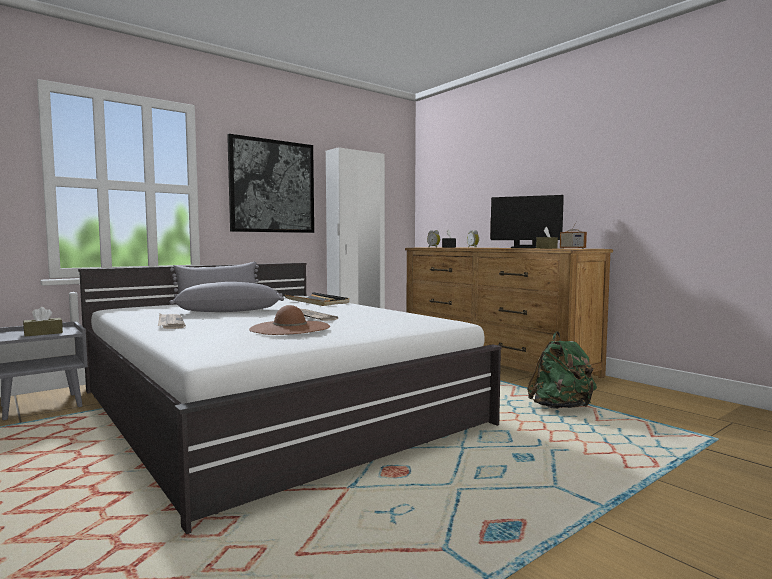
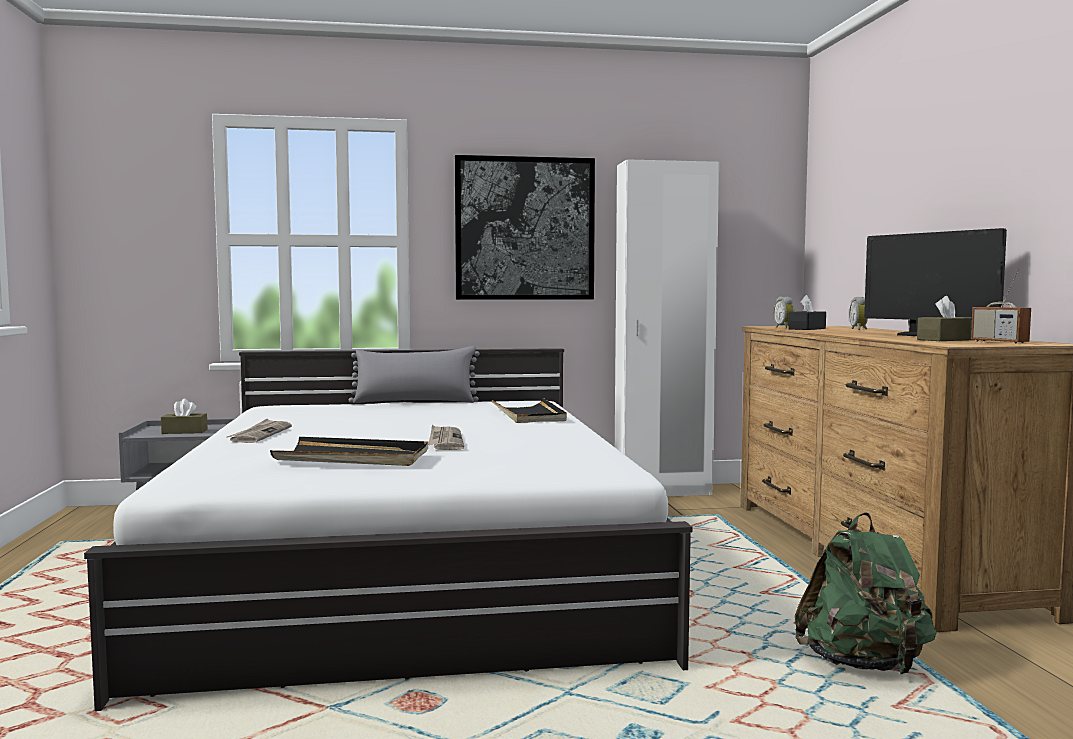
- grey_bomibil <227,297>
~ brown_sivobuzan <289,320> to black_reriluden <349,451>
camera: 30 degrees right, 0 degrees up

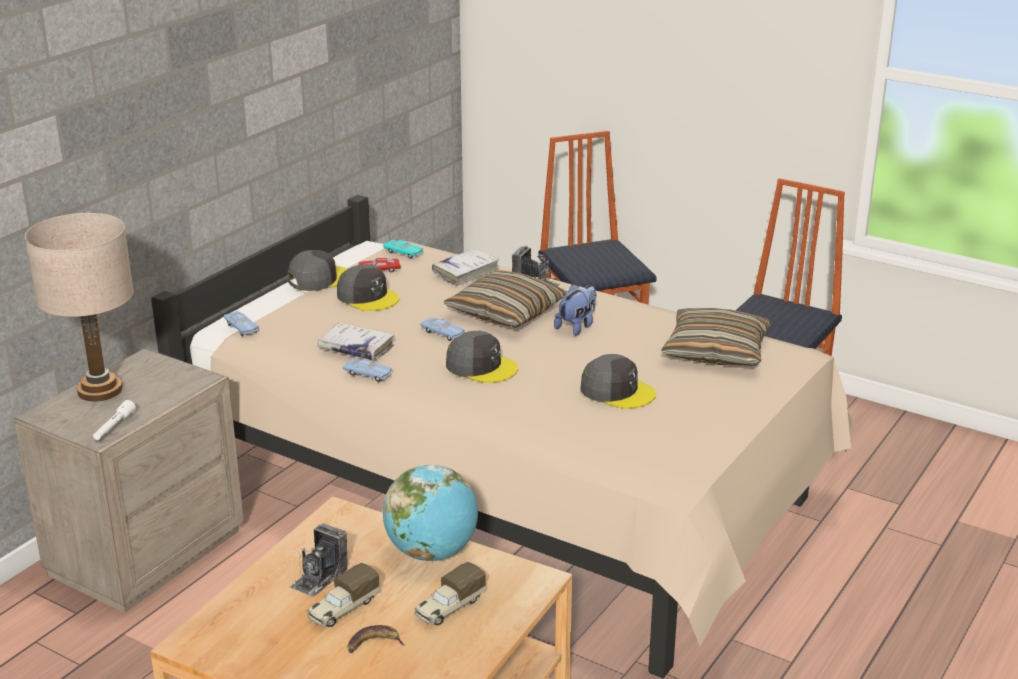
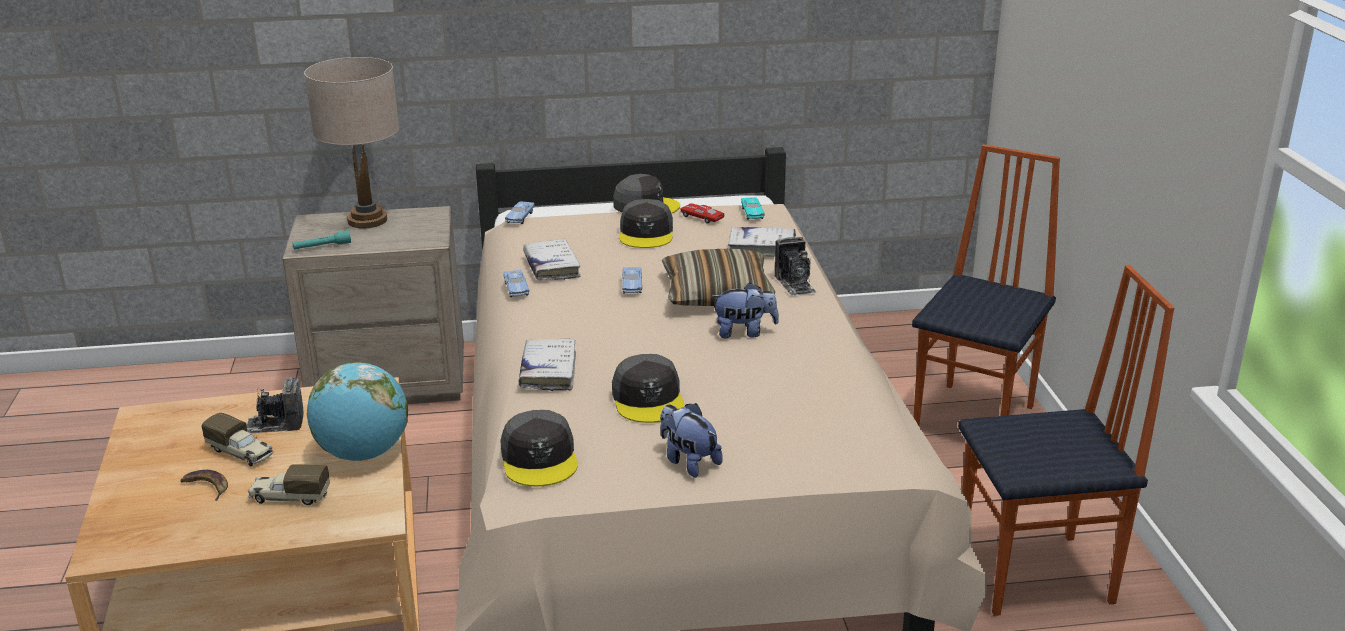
- bomibil <715,337>
~ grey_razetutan <482,357> to <539,448>
~ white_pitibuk <114,420> to turquoise_pitibuk <322,239>
~ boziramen <343,595> = <238,439> 150 degrees counterclockwise
+ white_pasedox <547,365>
+ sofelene <691,440>
camera: 50 degrees right, 0 degrees up

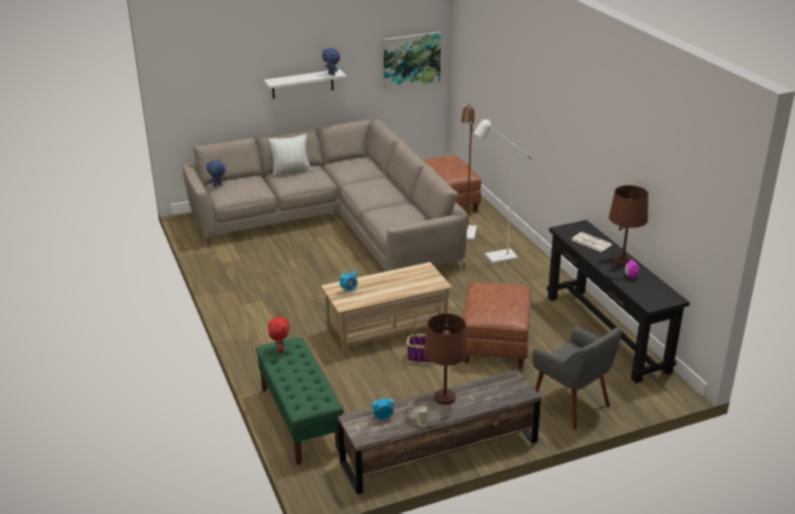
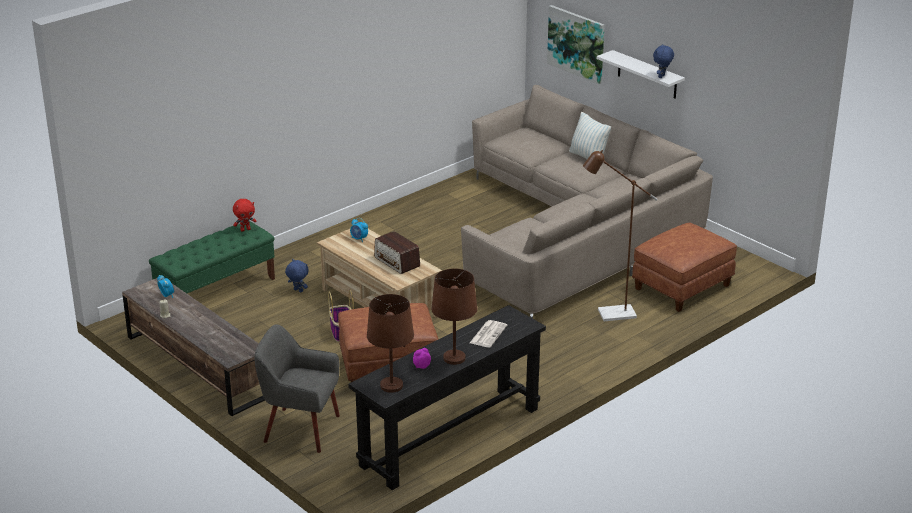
~ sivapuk <412,61> to <576,44>
- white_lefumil <503,191>
~ blue_sofelene <216,173> to <297,275>
~ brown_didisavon <446,359> to <390,343>
~ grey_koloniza <576,377> = <297,388> 75 degrees clockwise
+ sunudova <397,252>
camera: 70 degrees right, 0 degrees up

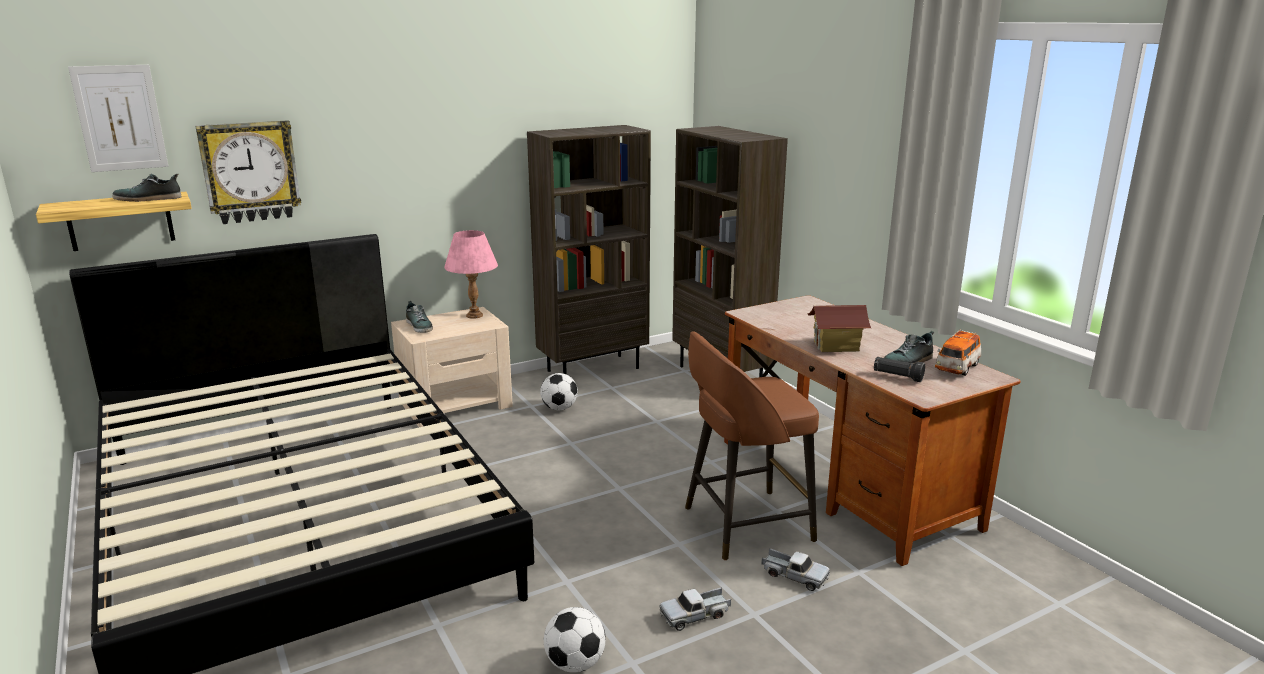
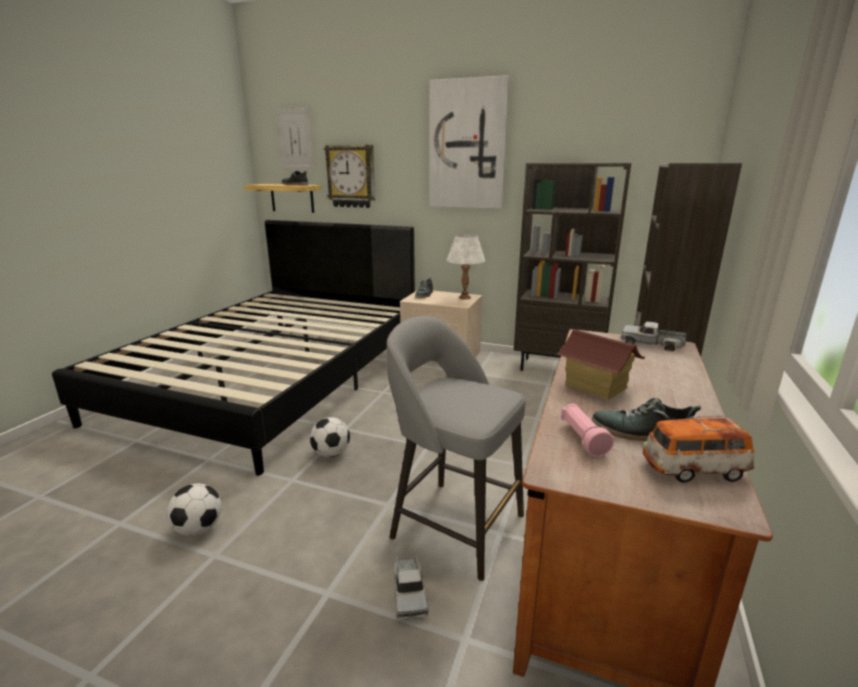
~ pink_didisavon <471,274> to white_didisavon <465,267>
~ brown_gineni <752,445> to grey_gineni <456,448>
~ black_pitibuk <899,369> to pink_pitibuk <587,430>
~ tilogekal <559,391> to <330,437>
~ boziramen <695,609> to <653,336>
+ sivapuk <469,142>
camera: 50 degrees right, 0 degrees up

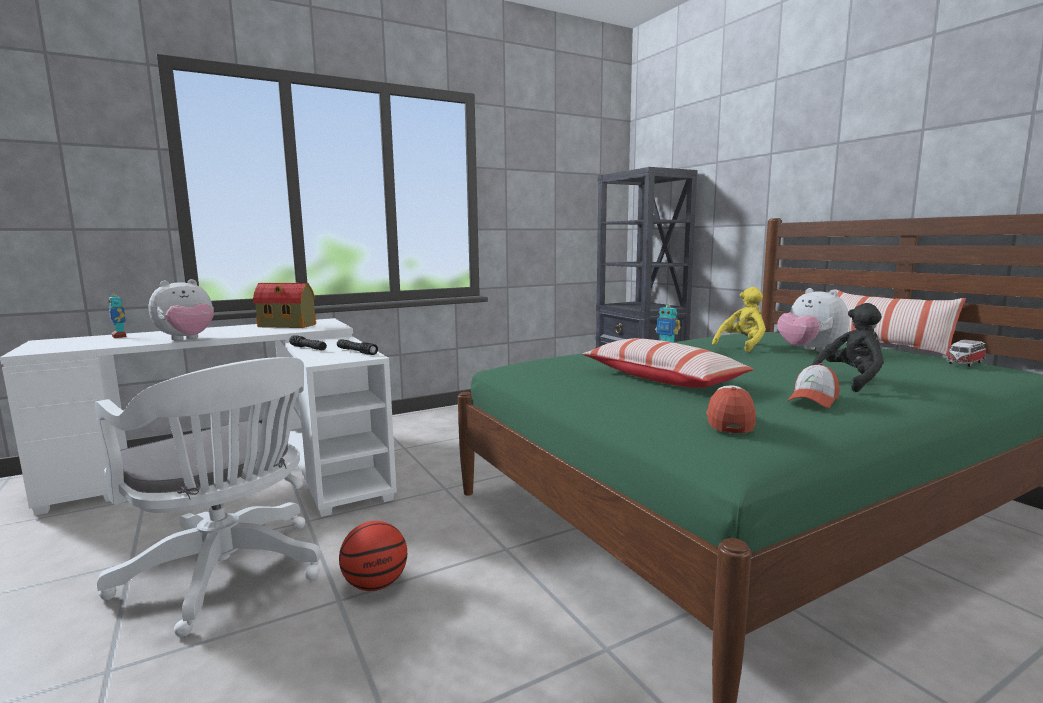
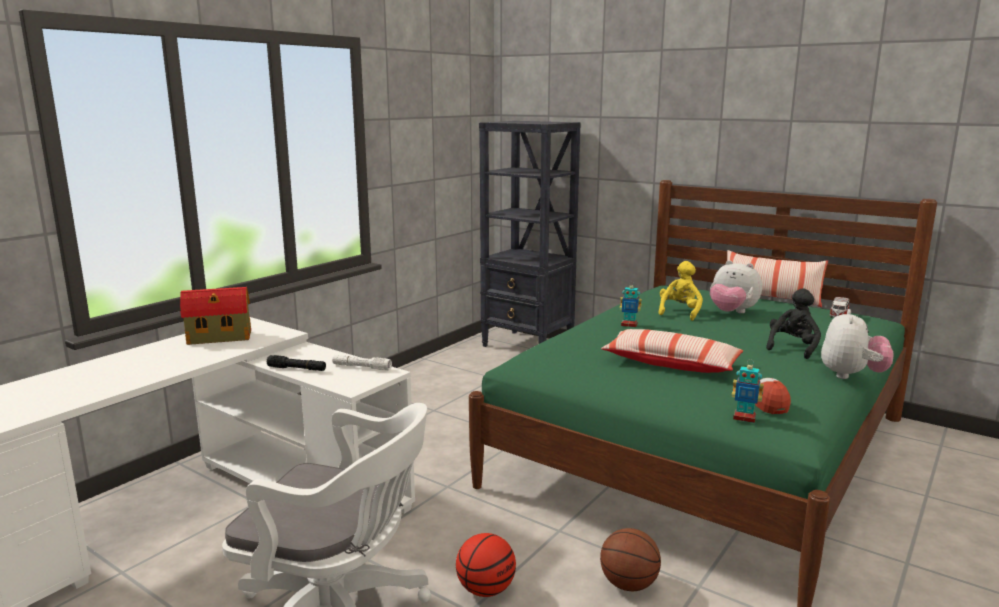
~ sofelene <181,309> to <857,344>
~ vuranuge <117,313> to <748,391>
~ black_pitibuk <357,347> to white_pitibuk <362,362>
- razetutan <813,385>
+ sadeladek <630,559>
camera: 25 degrees left, 5 degrees up

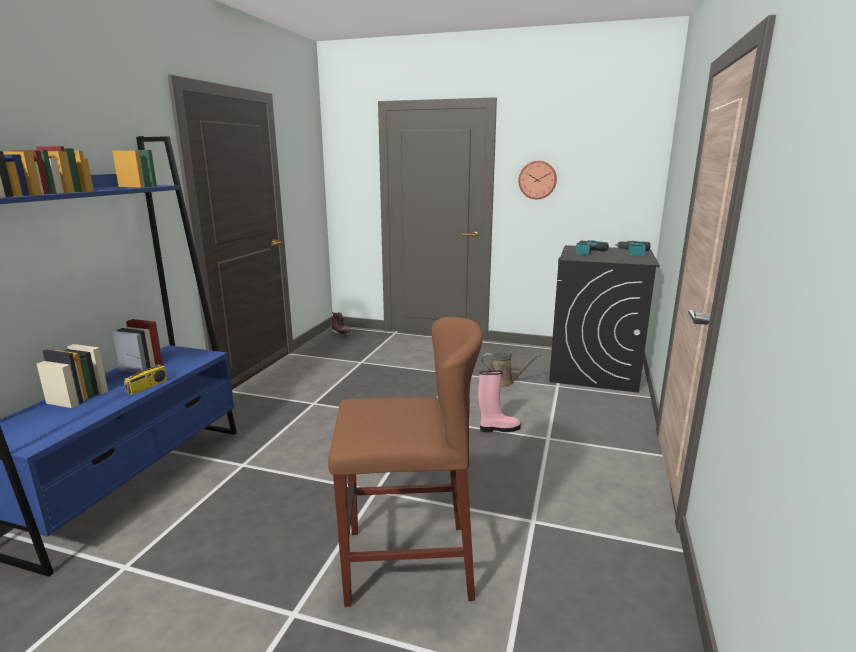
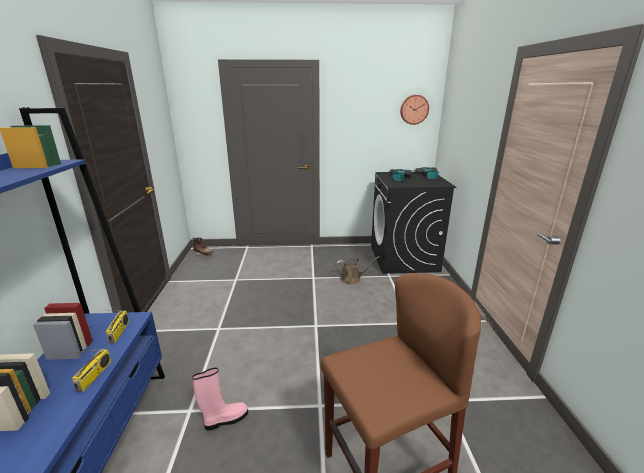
~ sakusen <538,180> to <414,110>
~ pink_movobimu <499,401> to <220,399>
+ sunudova <117,326>
camera: 20 degrees left, 5 degrees up

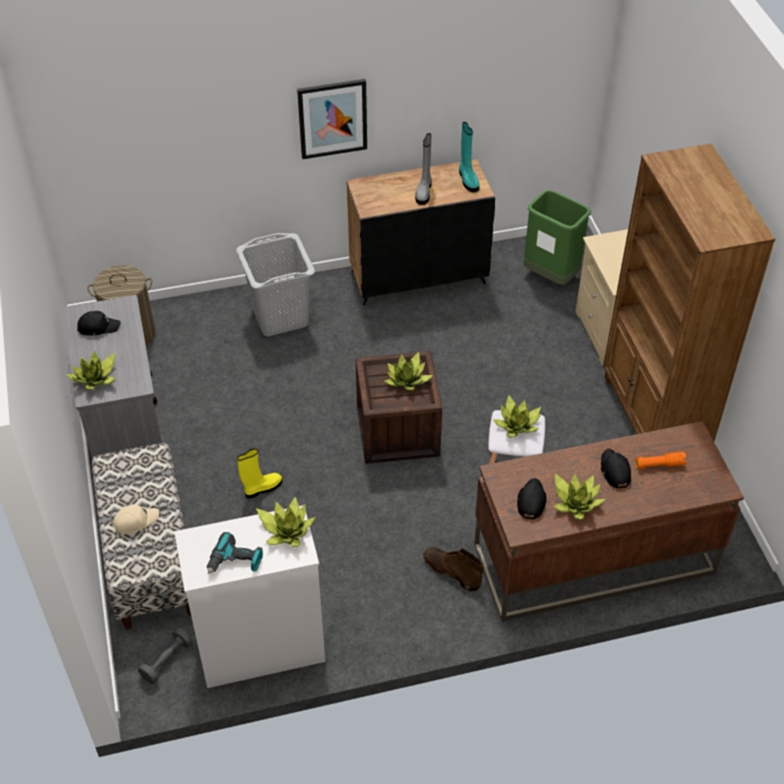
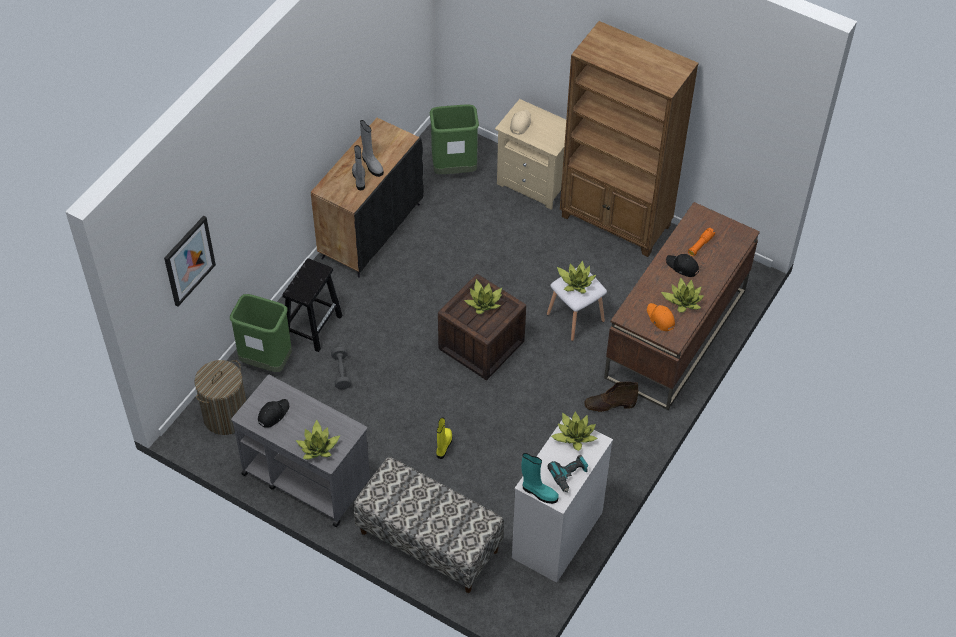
~ sivapuk <332,119> to <190,261>
~ turquoise_movobimu <469,157> to <540,478>
~ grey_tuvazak <275,284> to black_gineni <312,305>
~ black_razetutan <532,499> to orange_razetutan <661,317>
~ beige_razetutan <136,519> to <520,122>
~ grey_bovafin <165,656> to <341,368>
+ grey_movobimu <358,167>
+ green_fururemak <261,333>
camera: 45 degrees left, 5 degrees up

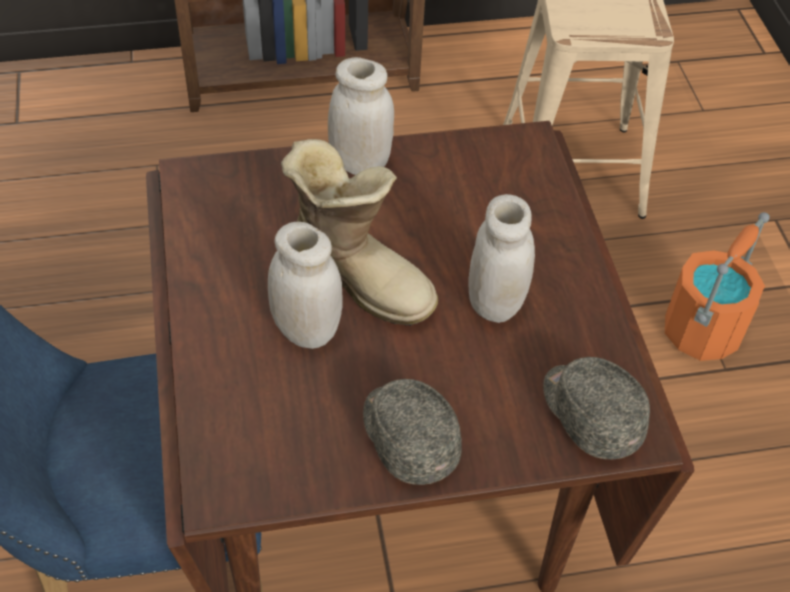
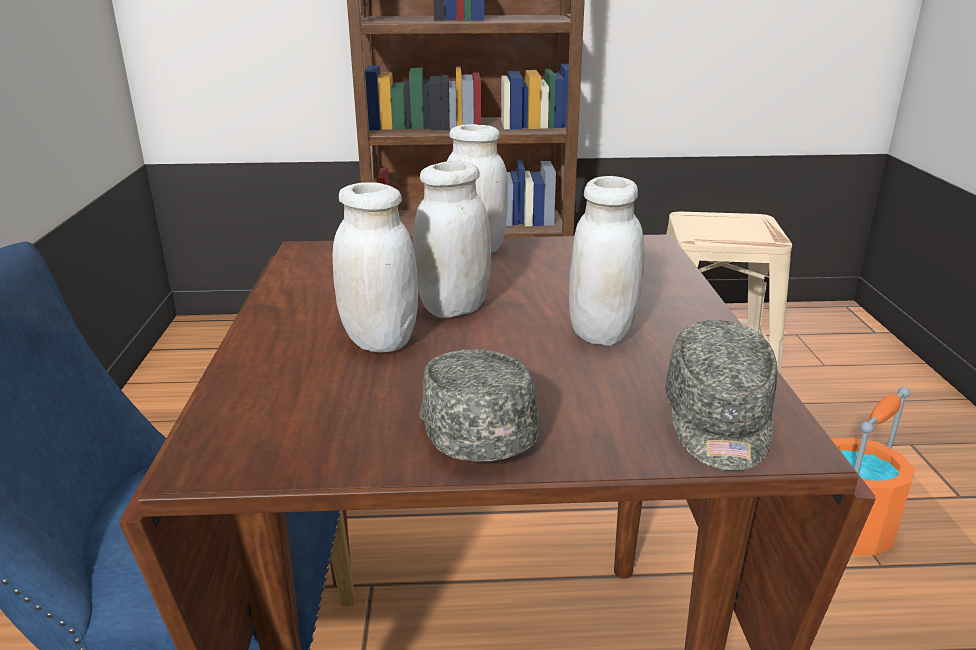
~ movobimu <359,232> to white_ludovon <452,239>
~ grey_razetutan <596,408> = <721,395> 150 degrees counterclockwise
camera: 10 degrees right, 25 degrees down

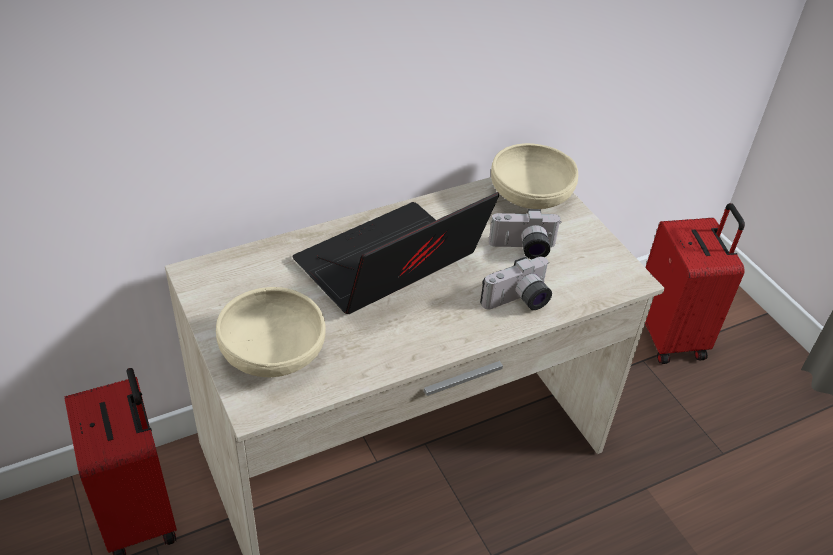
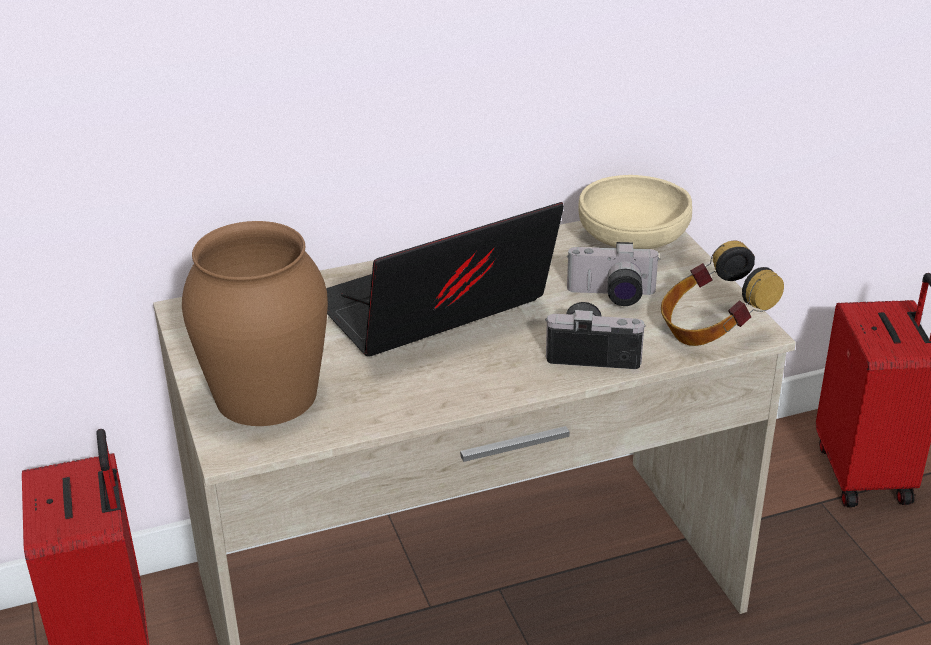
~ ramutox <516,283> = <595,335> 150 degrees counterclockwise
~ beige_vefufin <271,332> to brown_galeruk <255,323>
+ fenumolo <722,293>
camera: 10 degrees right, 10 degrees down

